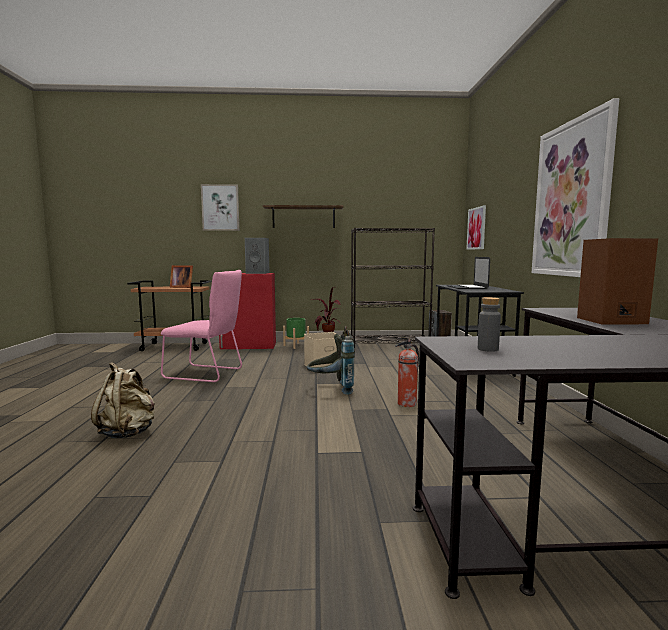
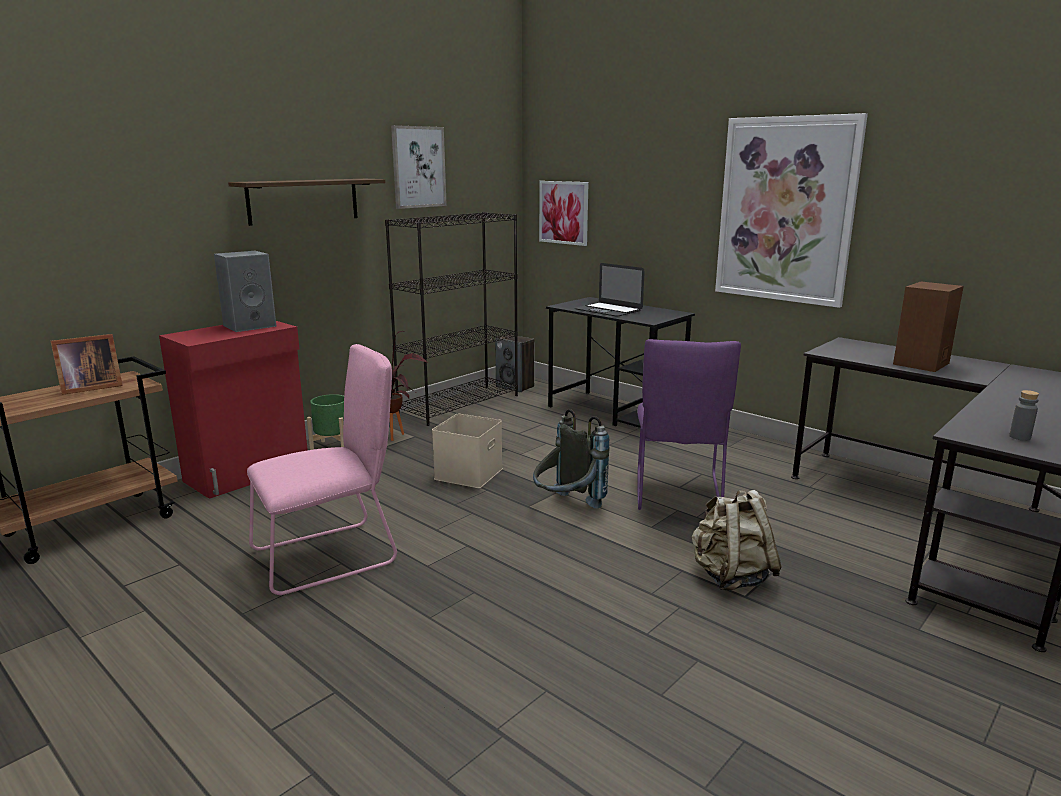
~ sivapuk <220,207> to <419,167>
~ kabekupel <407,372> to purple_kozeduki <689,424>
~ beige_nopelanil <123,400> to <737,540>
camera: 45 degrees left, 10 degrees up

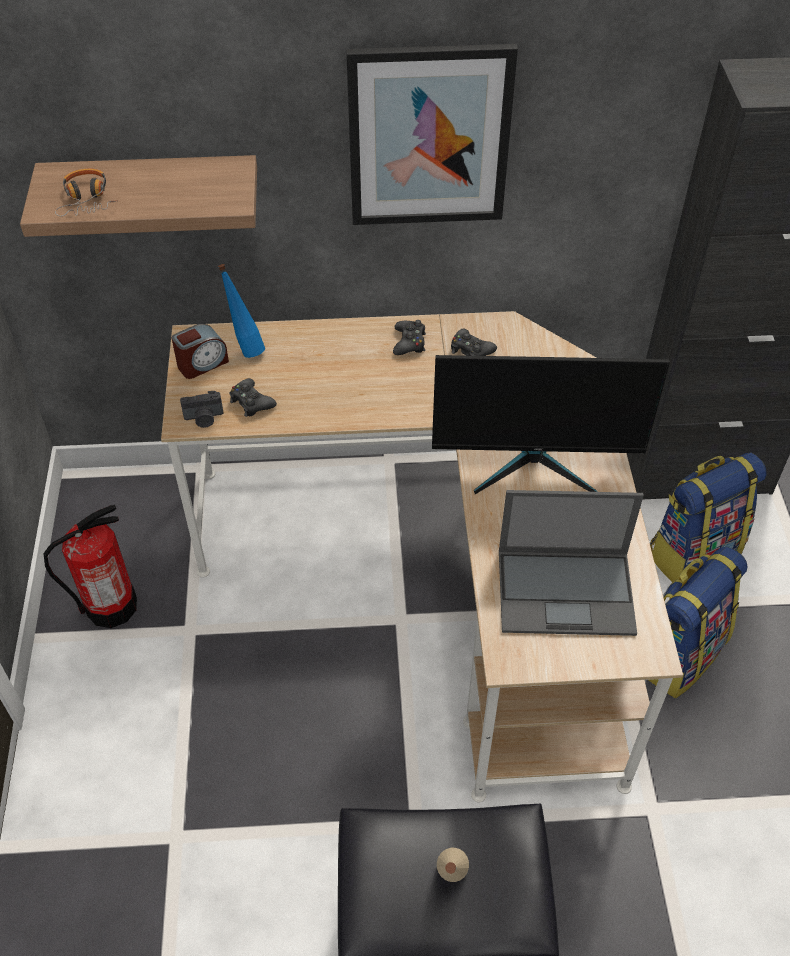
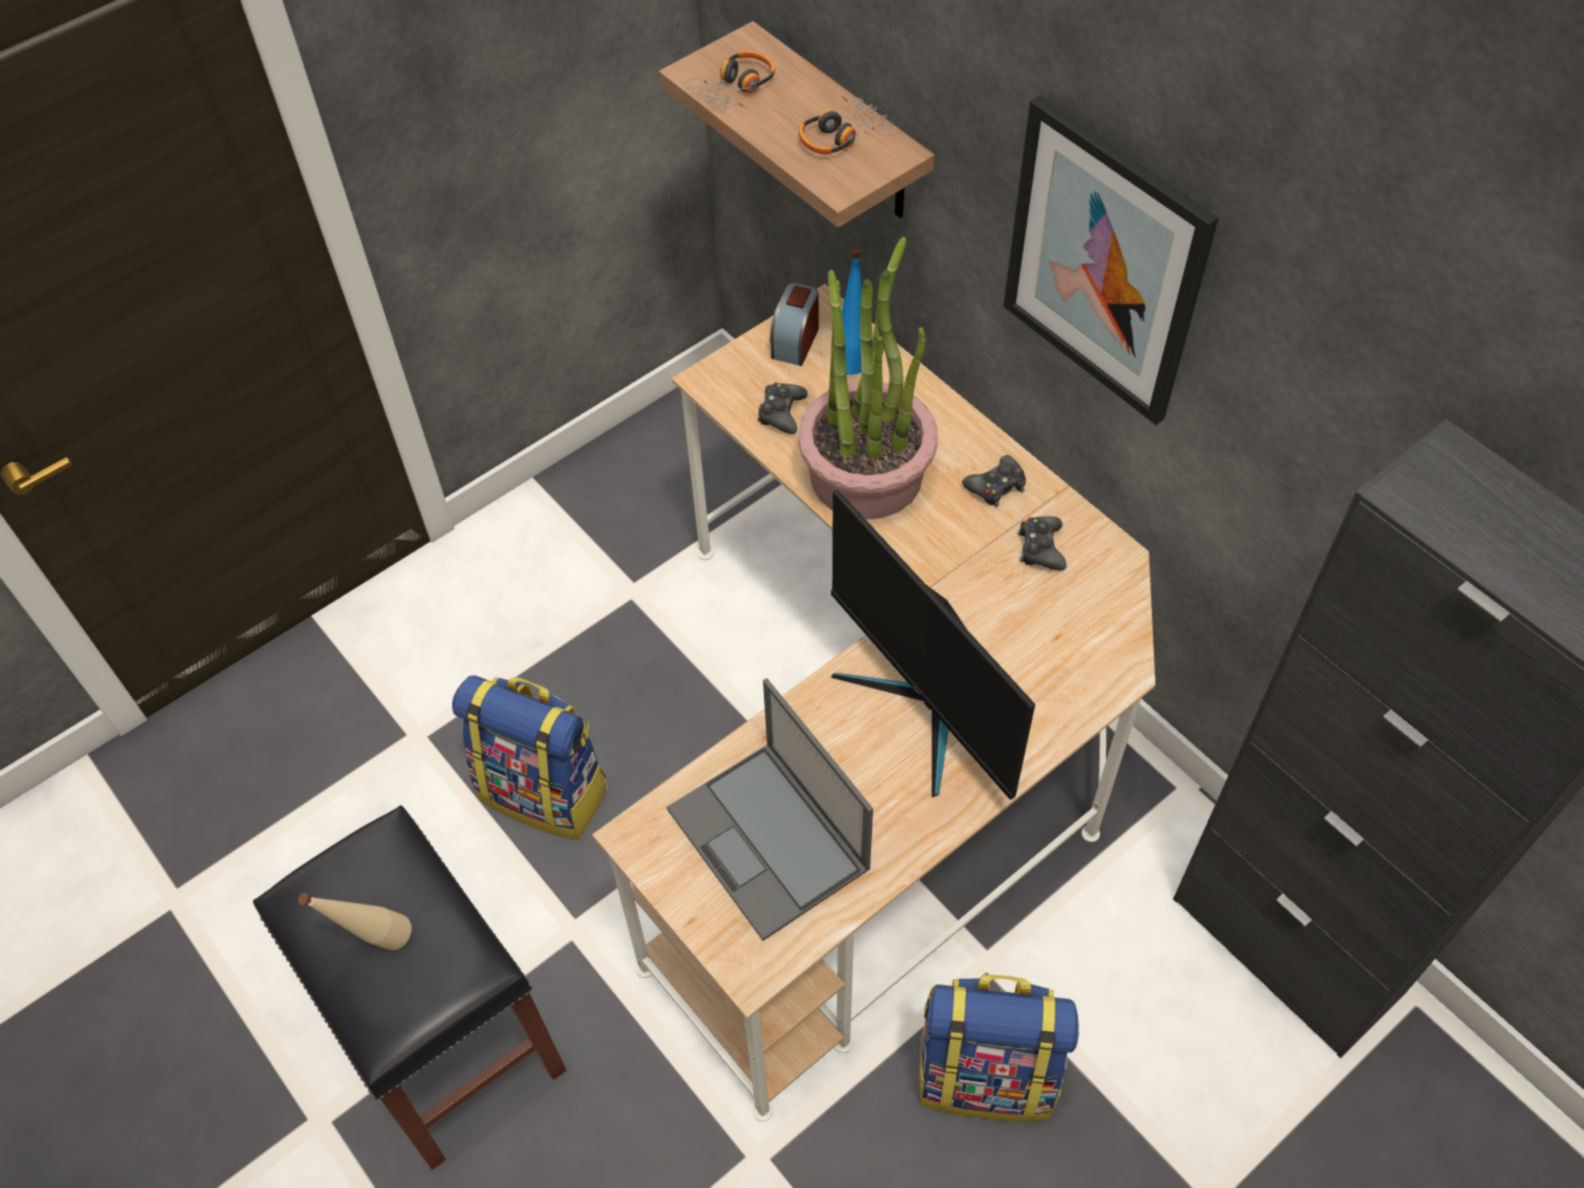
~ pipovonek <200,351> = <794,324> 90 degrees clockwise
- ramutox <201,409>
~ nopelanil <708,517> to <530,757>
- kabekupel <90,566>
+ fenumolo <847,125>
+ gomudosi <868,378>
camera: 55 degrees right, 5 degrees up

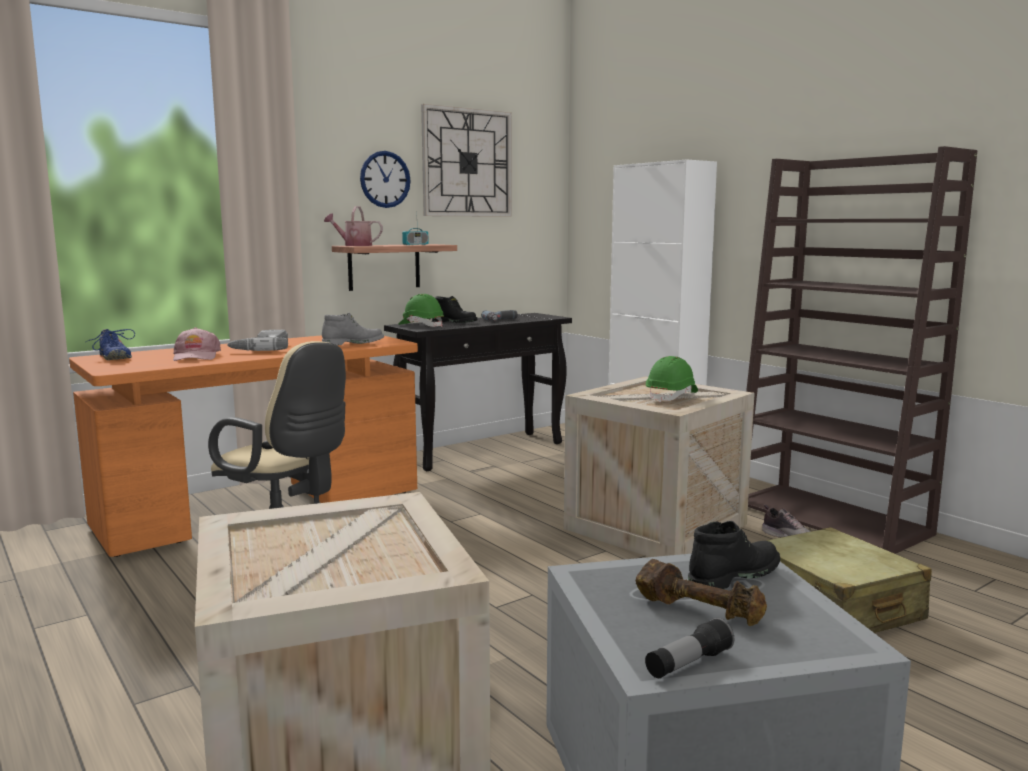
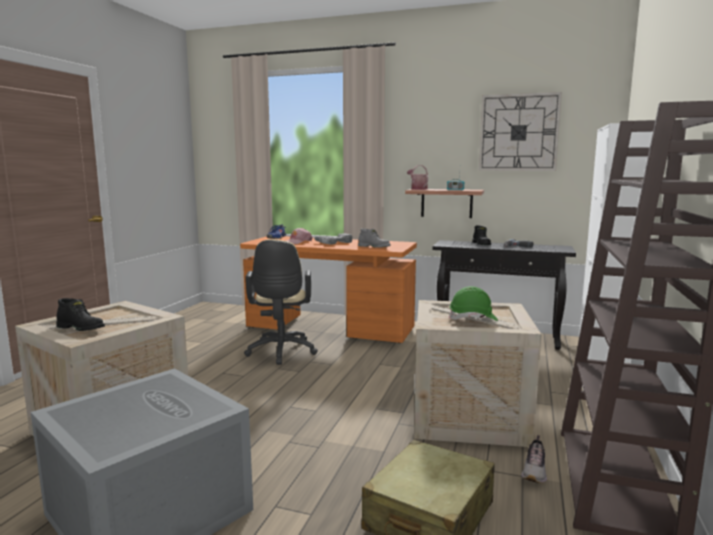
- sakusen <385,179>
- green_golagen <421,310>
~ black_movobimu <734,555> to <80,314>
- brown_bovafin <701,592>
- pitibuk <689,647>
camera: 55 degrees right, 0 degrees up

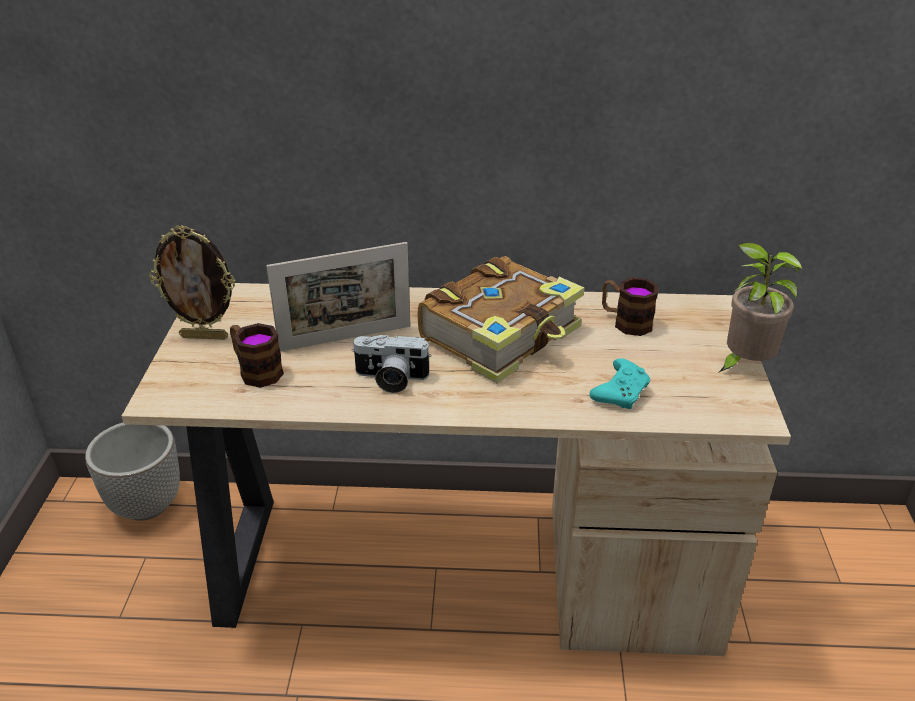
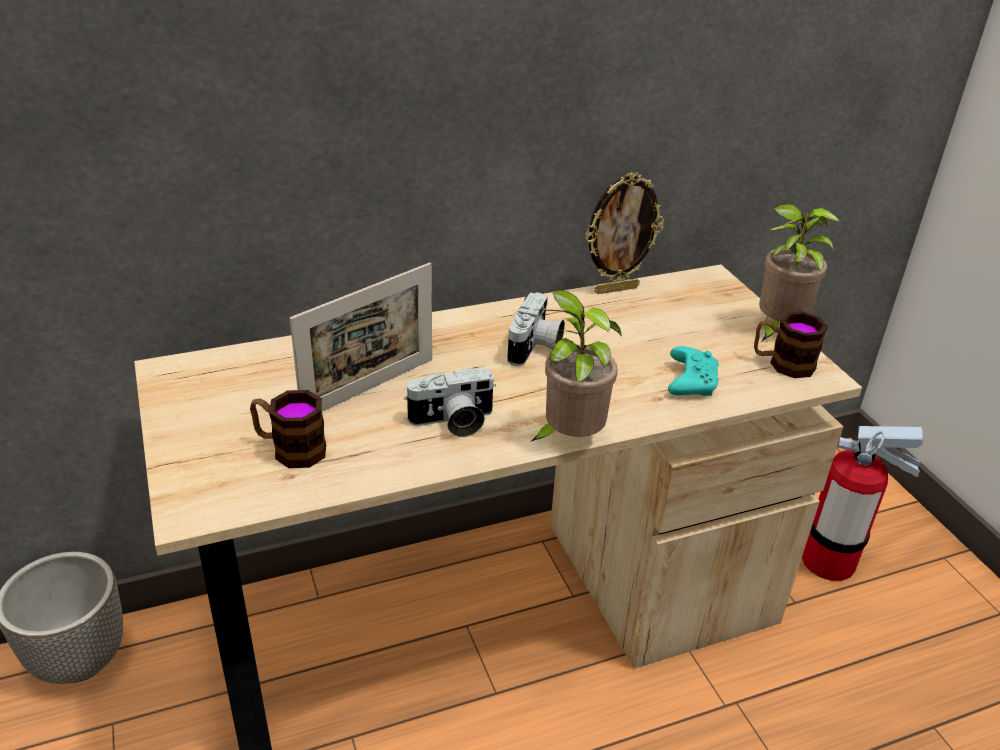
~ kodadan <192,282> to <624,233>
~ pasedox <501,320> to ramutox <536,329>
~ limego <630,306> to <791,344>
+ gomudosi <576,366>
+ kabekupel <862,503>
camera: 25 degrees left, 0 degrees up

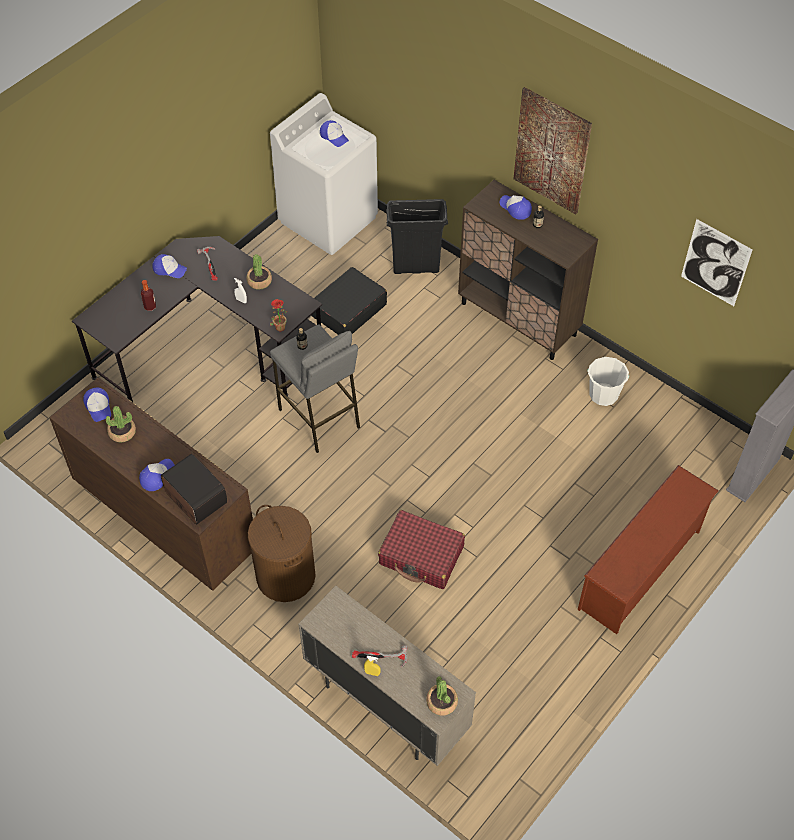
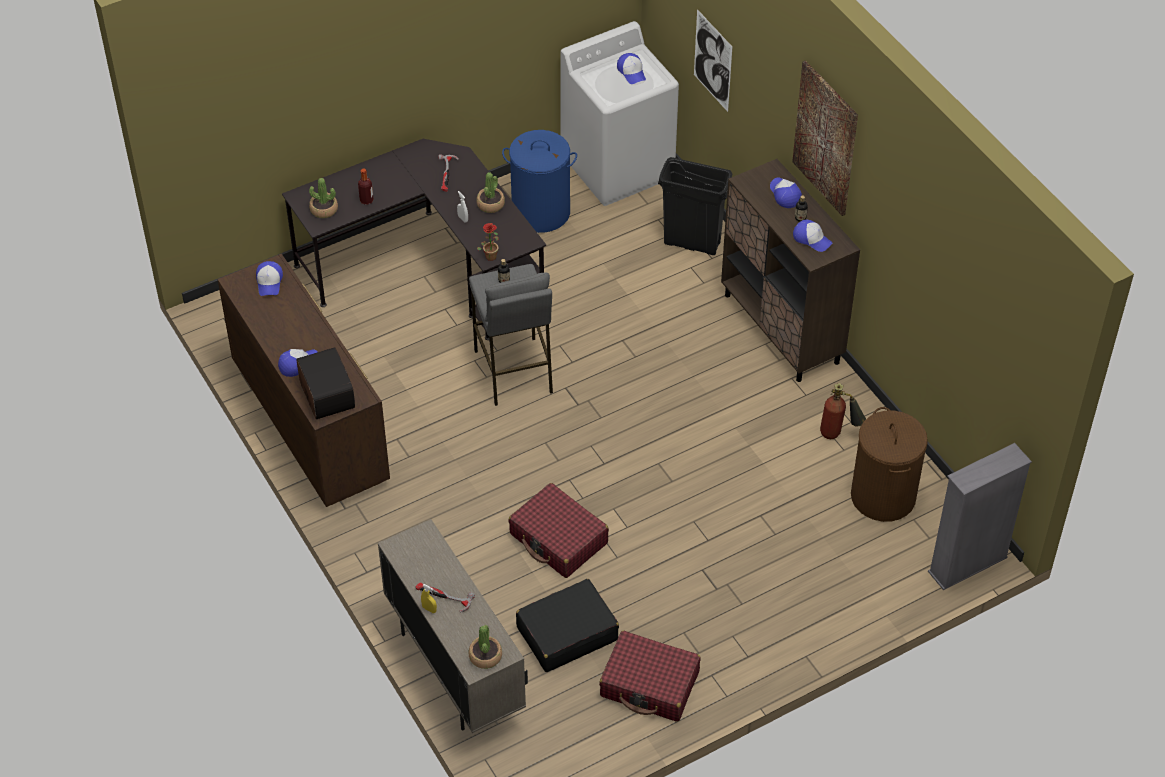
~ sivapuk <717,262> to <713,60>
~ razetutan <169,266> to <812,236>
~ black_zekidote <349,301> to <567,625>
~ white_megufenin <608,381> to kabekupel <843,411>
~ gomudosi <121,424> to <323,198>
- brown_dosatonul <648,549>
~ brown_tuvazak <282,553> to <889,464>
+ blue_tuvazak <539,181>
+ red_zekidote <650,676>
camera: 20 degrees right, 5 degrees down

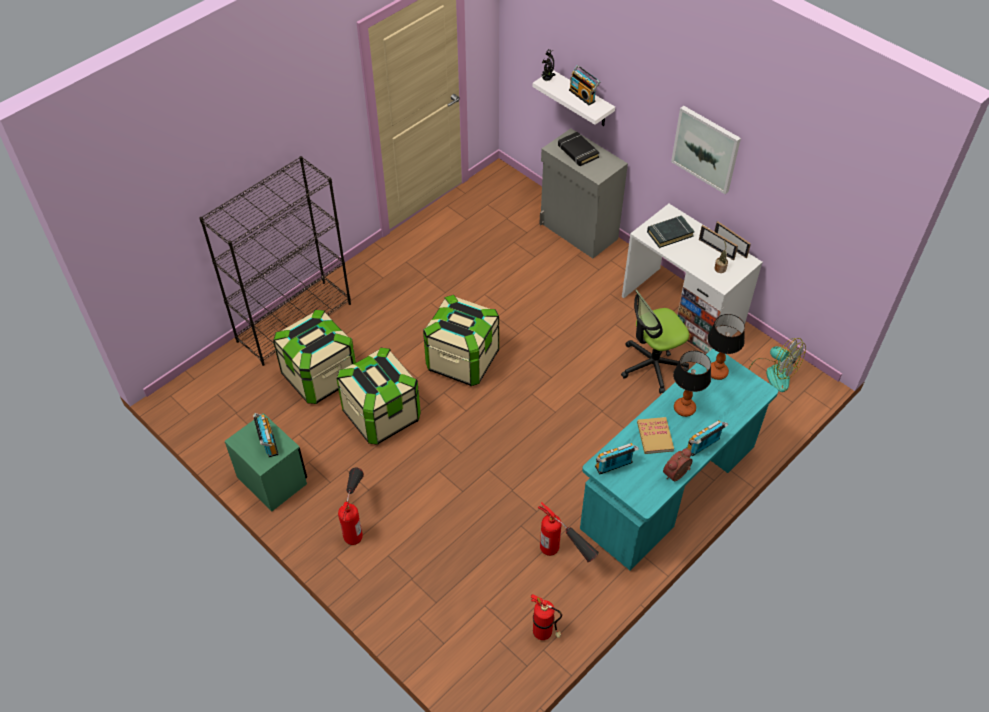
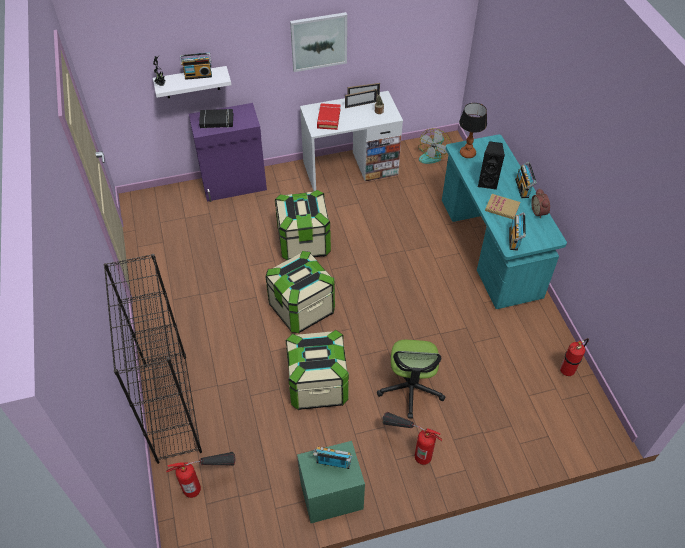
~ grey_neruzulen <583,193> to purple_neruzulen <228,152>
~ black_pasedox <671,231> to red_pasedox <329,116>
~ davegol <655,341> to <411,379>
~ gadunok <314,357> to <303,225>
~ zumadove <777,365> = <434,146> 135 degrees clockwise
~ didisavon <692,383> to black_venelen <491,165>
~ kabekupel <568,532> to <200,475>
camera: 60 degrees left, 0 degrees up

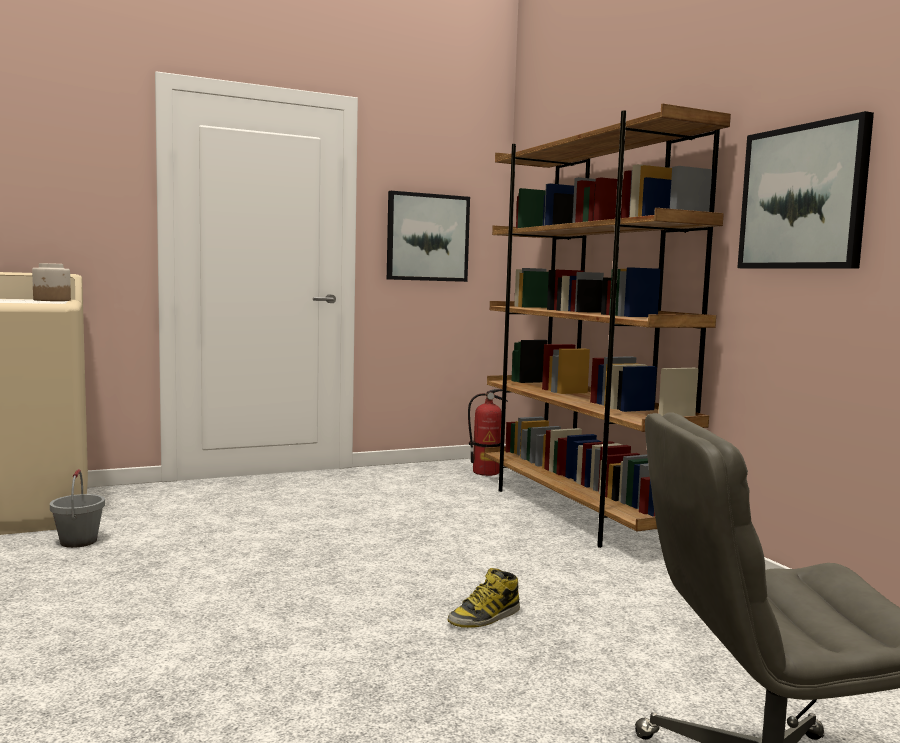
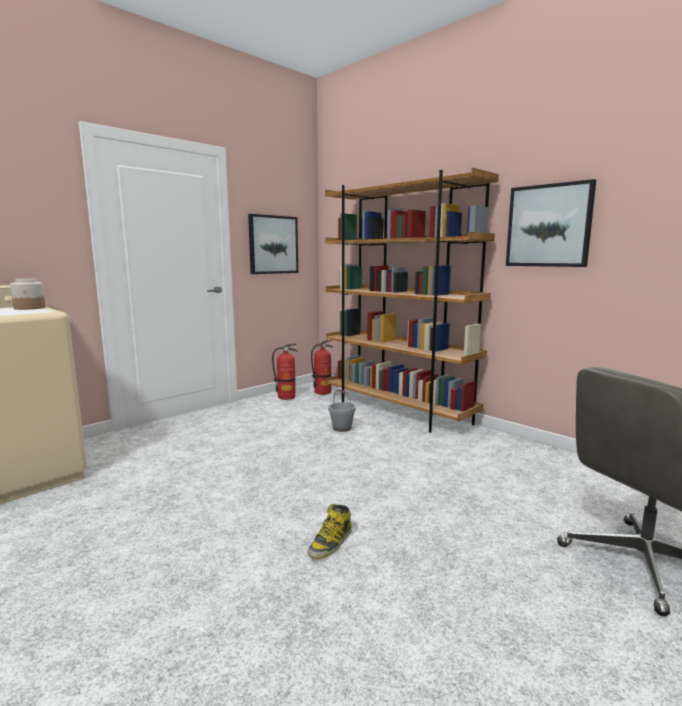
~ grey_megufenin <77,508> to <342,410>
~ movobimu <484,598> to <329,531>
+ kabekupel <285,372>
camera: 20 degrees left, 5 degrees up

